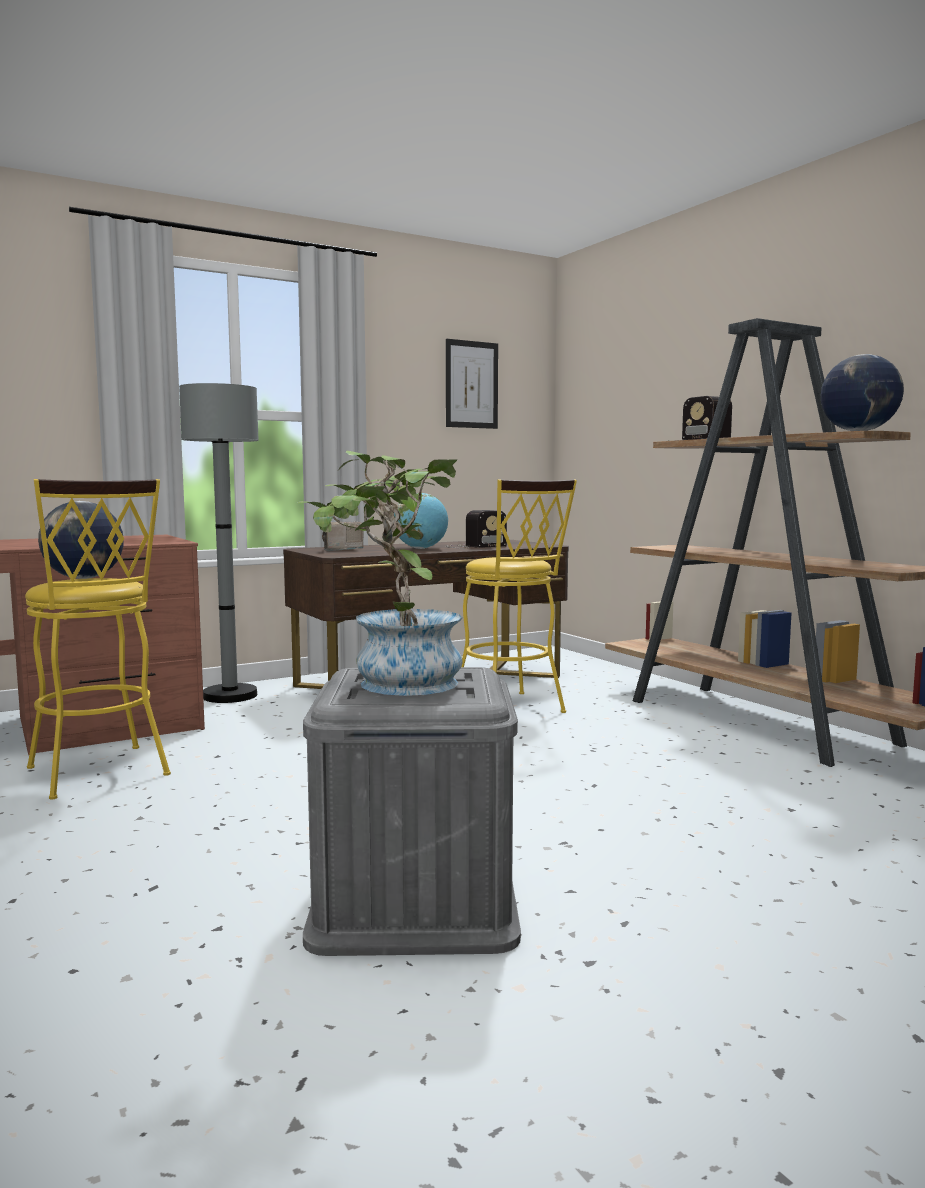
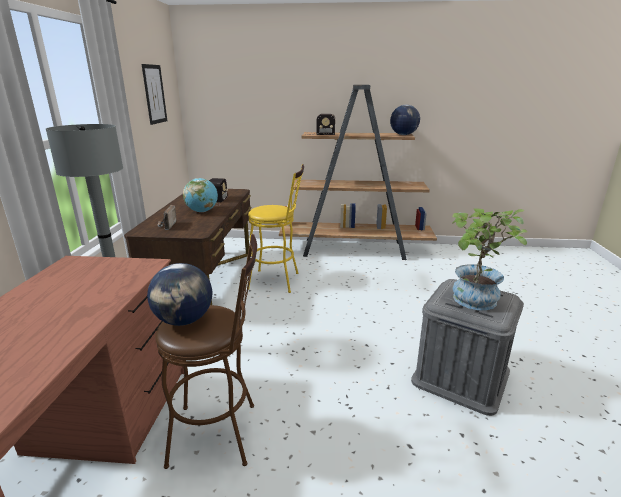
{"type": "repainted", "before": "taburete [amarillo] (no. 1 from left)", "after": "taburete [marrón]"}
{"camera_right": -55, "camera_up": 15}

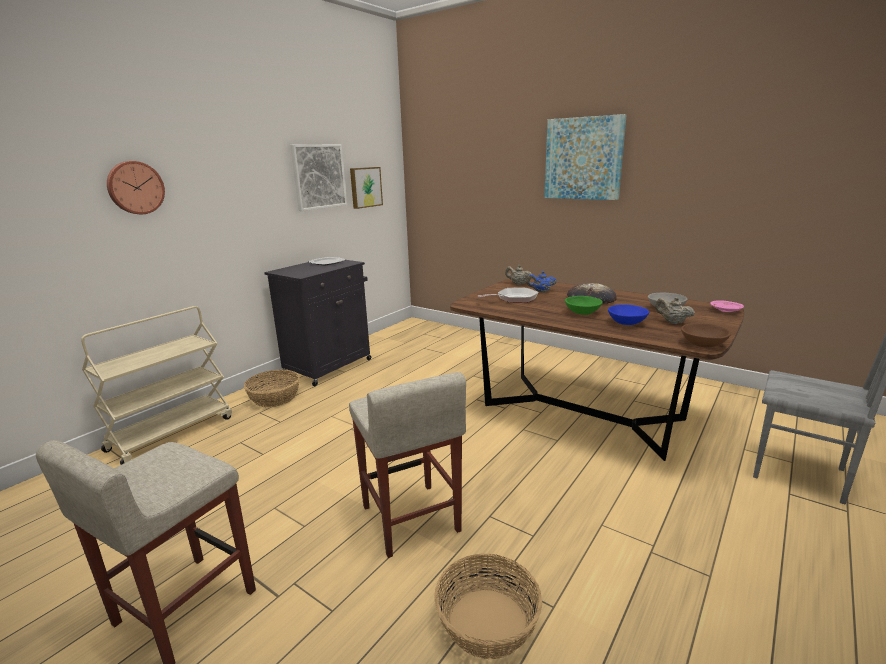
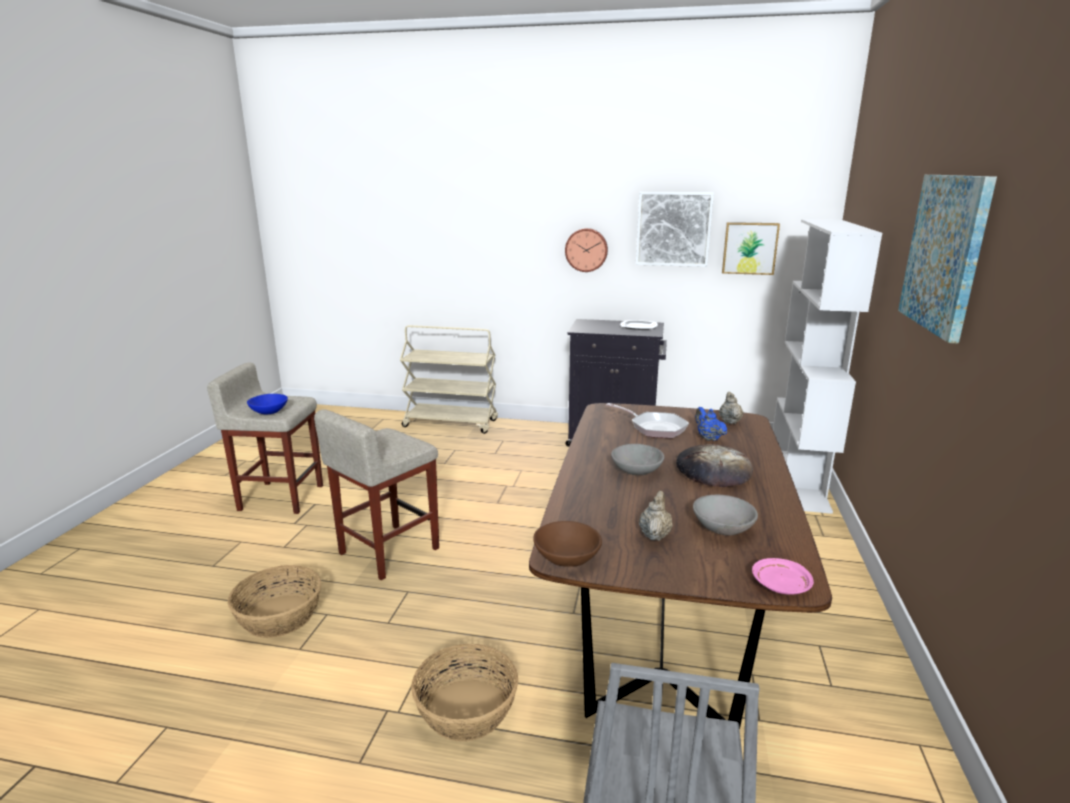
{"type": "shifted", "before": "reloj de pared"}
{"type": "shifted", "before": "cesta (no. 1 from left in the first image)", "after": "cesta (no. 2 from left)"}
{"type": "repainted", "before": "cuenco [verde]", "after": "cuenco [gris] (no. 1 from left)"}
{"type": "shifted", "before": "cuenco [azul]"}
{"type": "new", "after": "estantería [blanco]"}
{"camera_right": 65, "camera_up": 0}

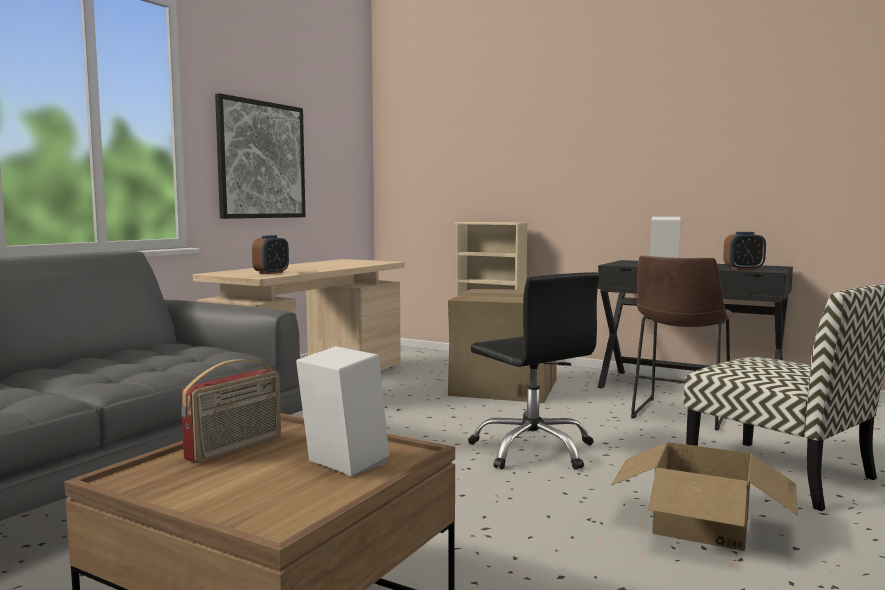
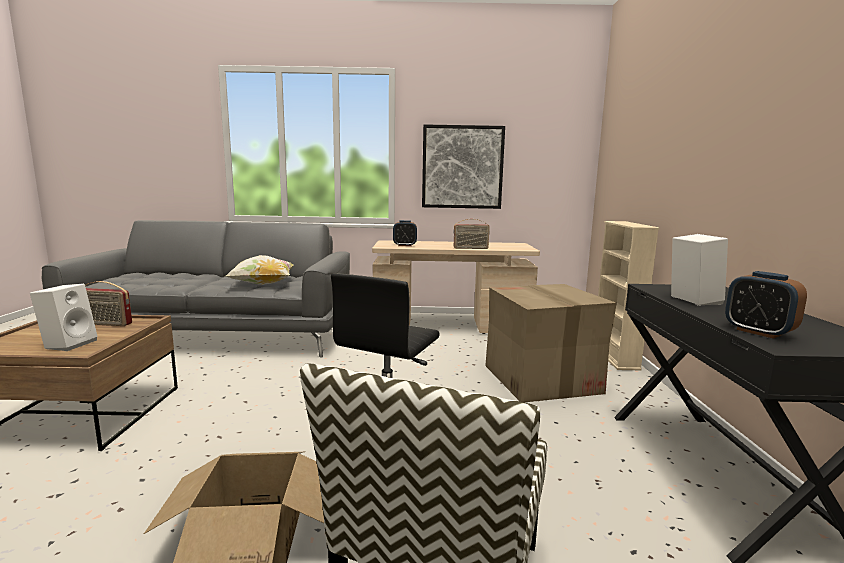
{"type": "gone", "before": "taburete [marrón]"}
{"type": "new", "after": "cojín"}
{"type": "new", "after": "radio (no. 2 from left)"}
{"camera_right": 60, "camera_up": 5}

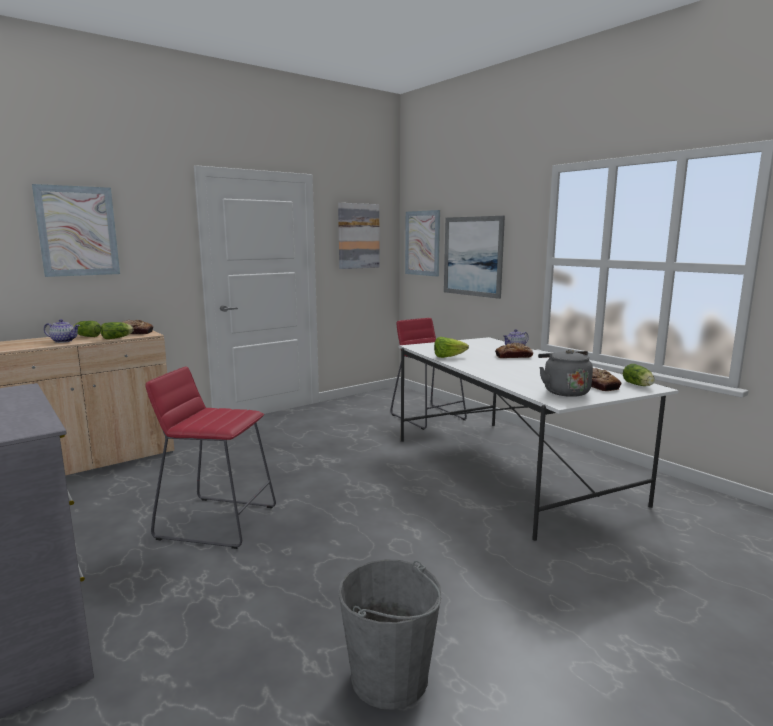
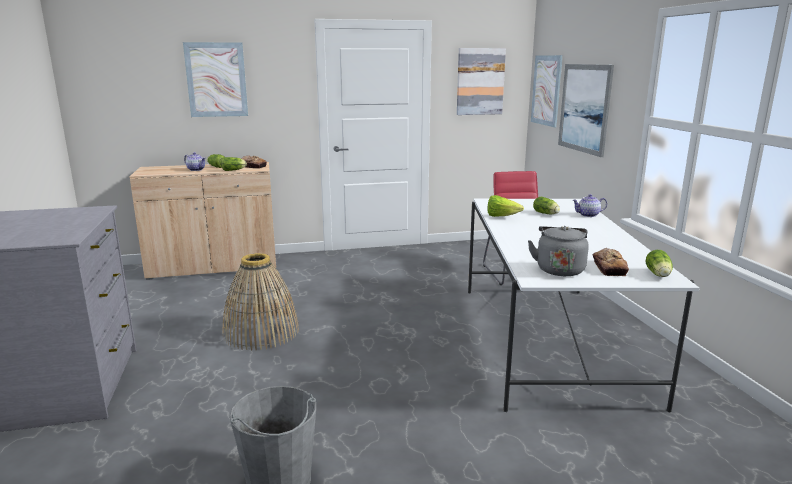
{"type": "swapped", "before": "taburete [rojo] (no. 1 from left)", "after": "cesta"}
{"type": "gone", "before": "pan (no. 2 from left)"}
{"type": "new", "after": "lechuga (no. 4 from left)"}
{"camera_right": 25, "camera_up": 5}

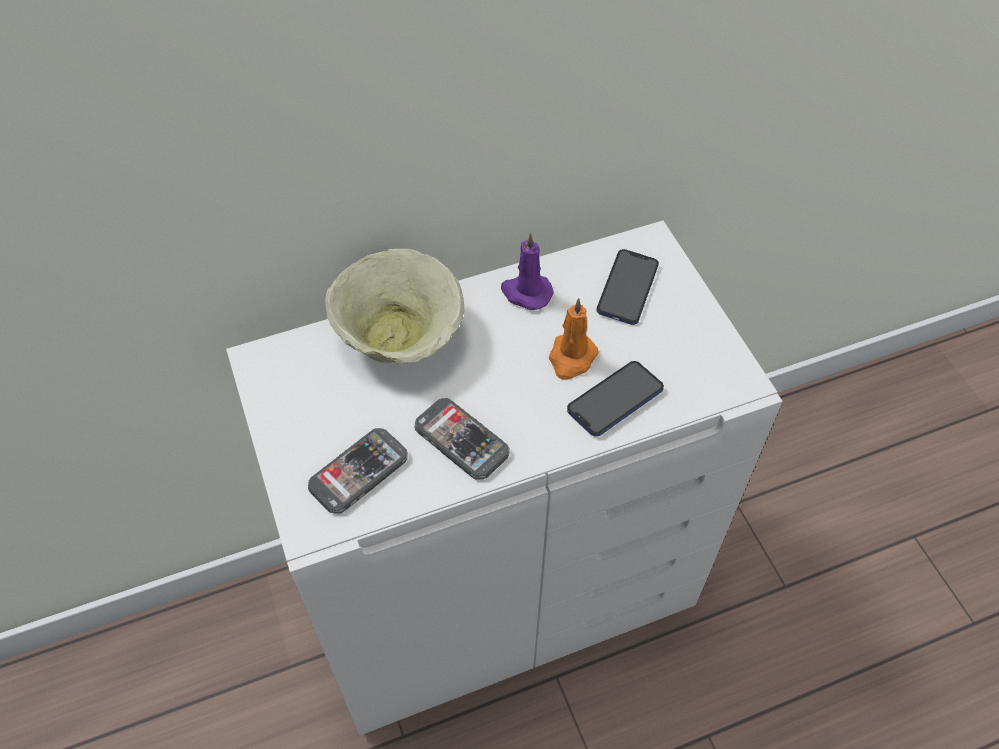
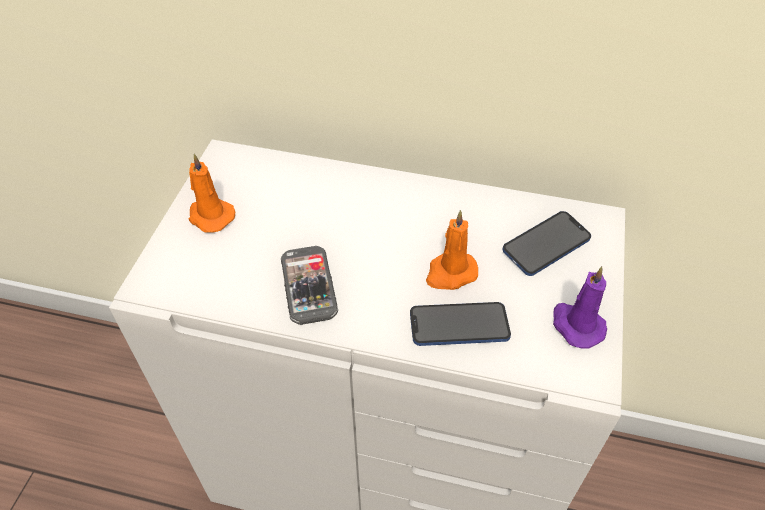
{"type": "gone", "before": "móvil (no. 1 from left)"}
{"type": "gone", "before": "cuenco [beis]"}
{"type": "shifted", "before": "vela [morado]"}
{"type": "new", "after": "vela [naranja] (no. 1 from left)"}
{"camera_right": 35, "camera_up": -5}

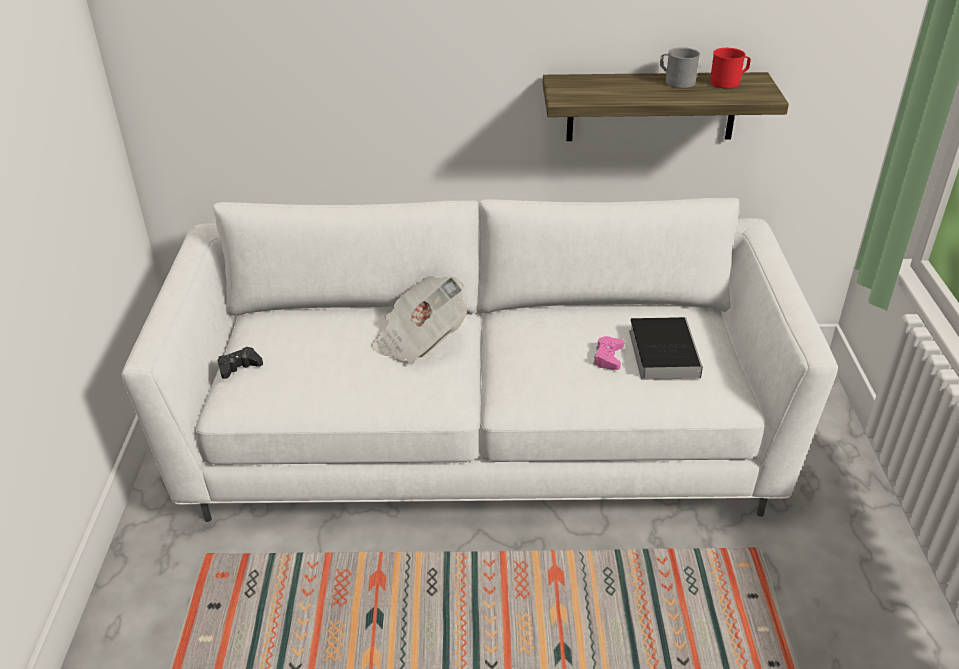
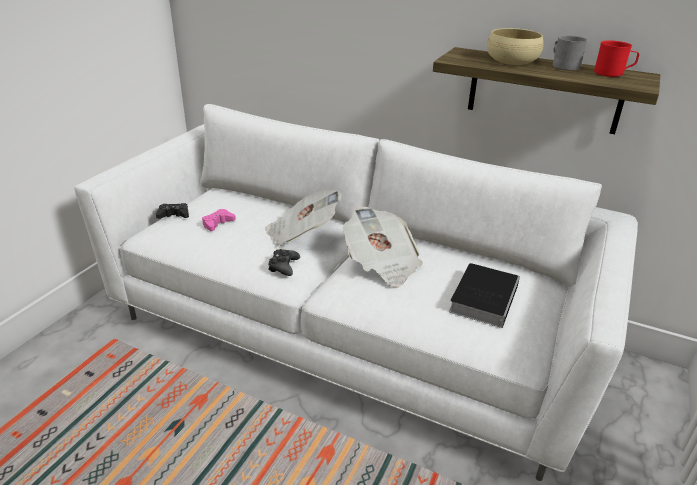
{"type": "shifted", "before": "mando de consola [rosa]"}
{"type": "new", "after": "mando de consola [negro] (no. 2 from left)"}
{"type": "new", "after": "periódico (no. 2 from left)"}
{"type": "new", "after": "cuenco [beis]"}
{"camera_right": 25, "camera_up": -5}

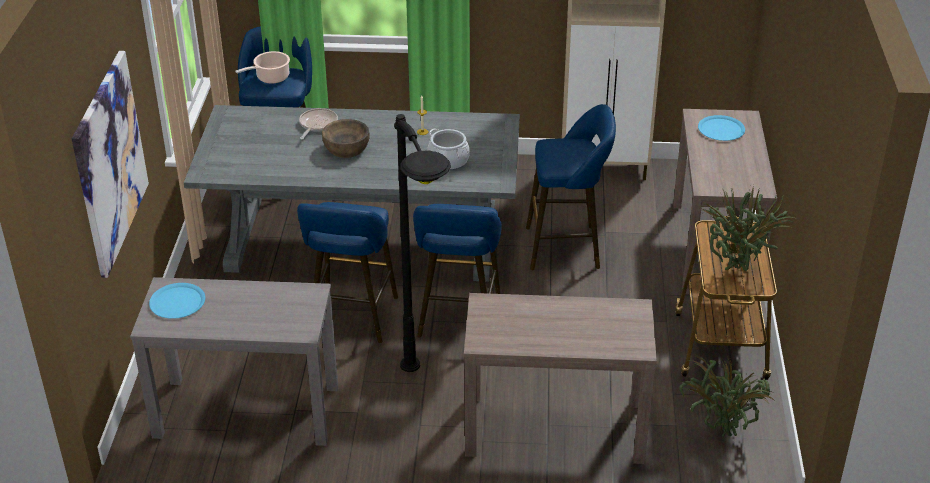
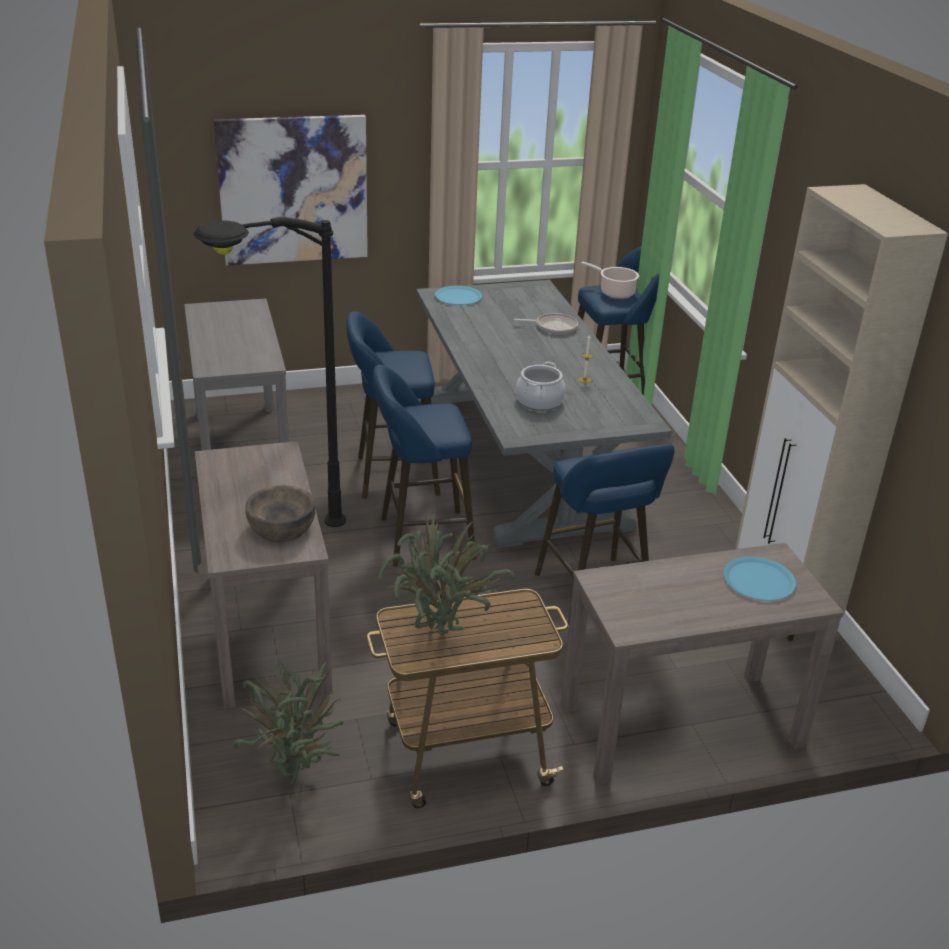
{"type": "shifted", "before": "plato [azul] (no. 1 from left)"}
{"type": "shifted", "before": "cuenco [marrón]"}
{"camera_right": 70, "camera_up": -5}

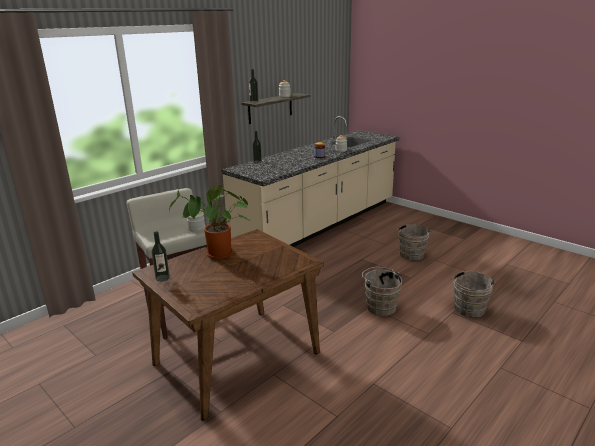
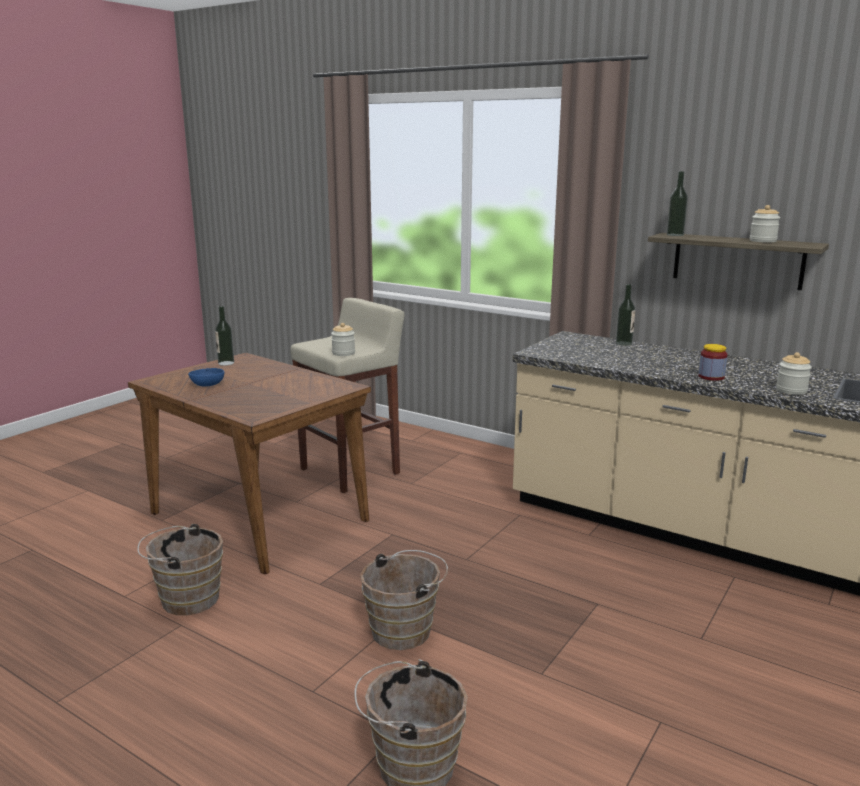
{"type": "gone", "before": "planta en maceta"}
{"type": "shifted", "before": "cubo [marrón] (no. 2 from left in the first image)", "after": "cubo [marrón] (no. 1 from left)"}
{"type": "new", "after": "cuenco [azul]"}
{"camera_right": 80, "camera_up": -5}

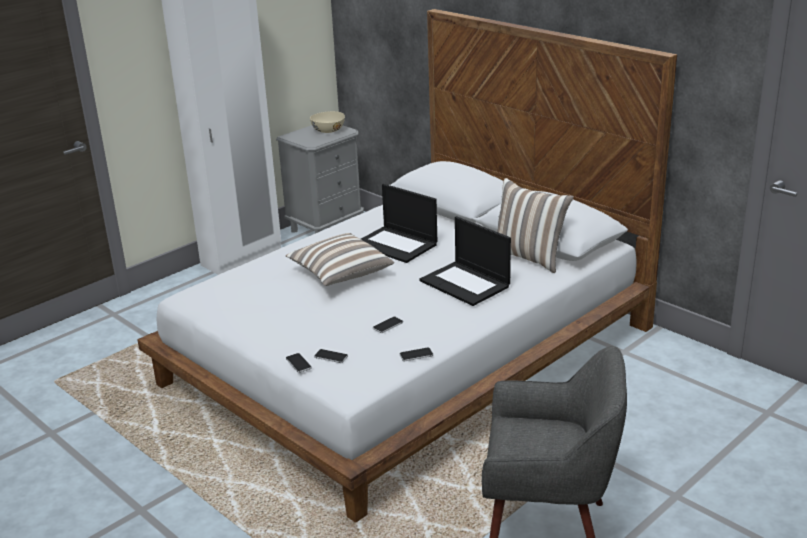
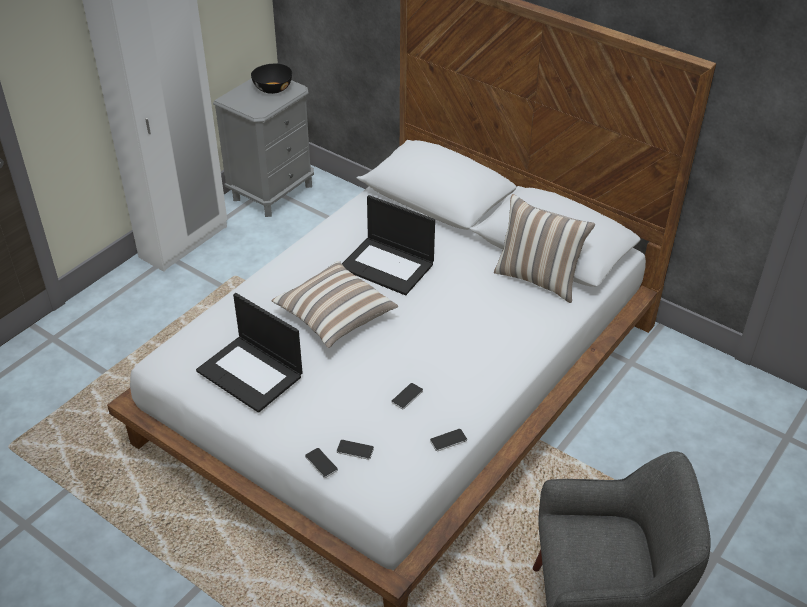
{"type": "repainted", "before": "cuenco [beis]", "after": "cuenco [negro]"}
{"type": "shifted", "before": "portátil (no. 2 from left in the first image)", "after": "portátil (no. 1 from left)"}
{"camera_right": -10, "camera_up": 15}

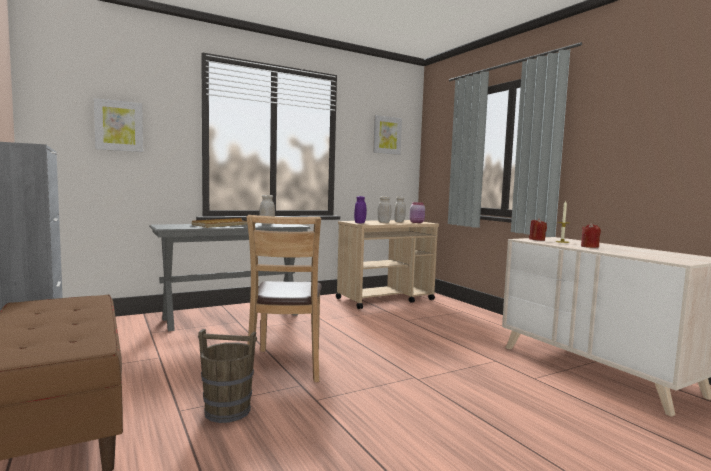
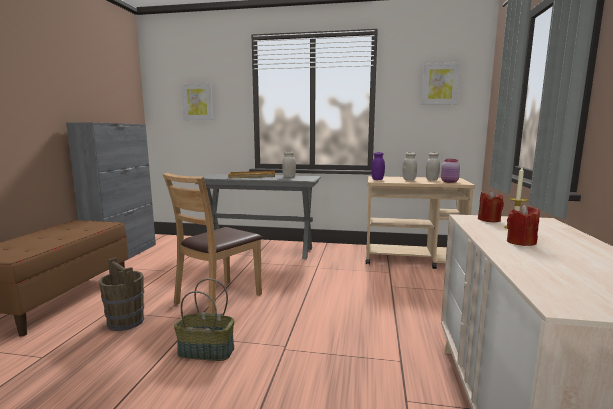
{"type": "new", "after": "cesta"}
{"camera_right": 40, "camera_up": 5}

